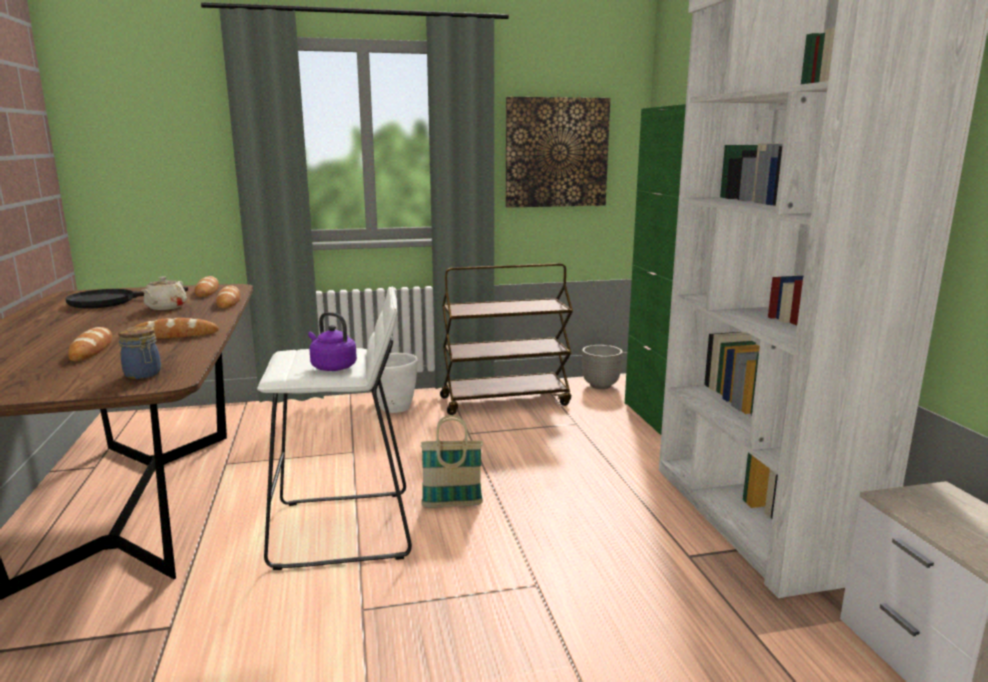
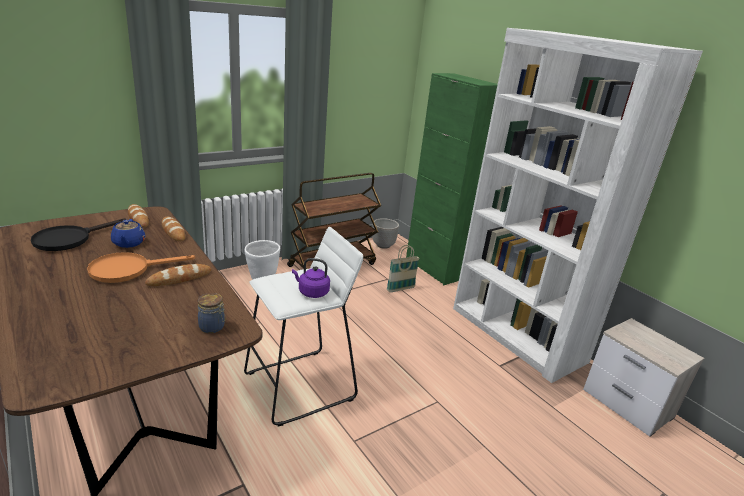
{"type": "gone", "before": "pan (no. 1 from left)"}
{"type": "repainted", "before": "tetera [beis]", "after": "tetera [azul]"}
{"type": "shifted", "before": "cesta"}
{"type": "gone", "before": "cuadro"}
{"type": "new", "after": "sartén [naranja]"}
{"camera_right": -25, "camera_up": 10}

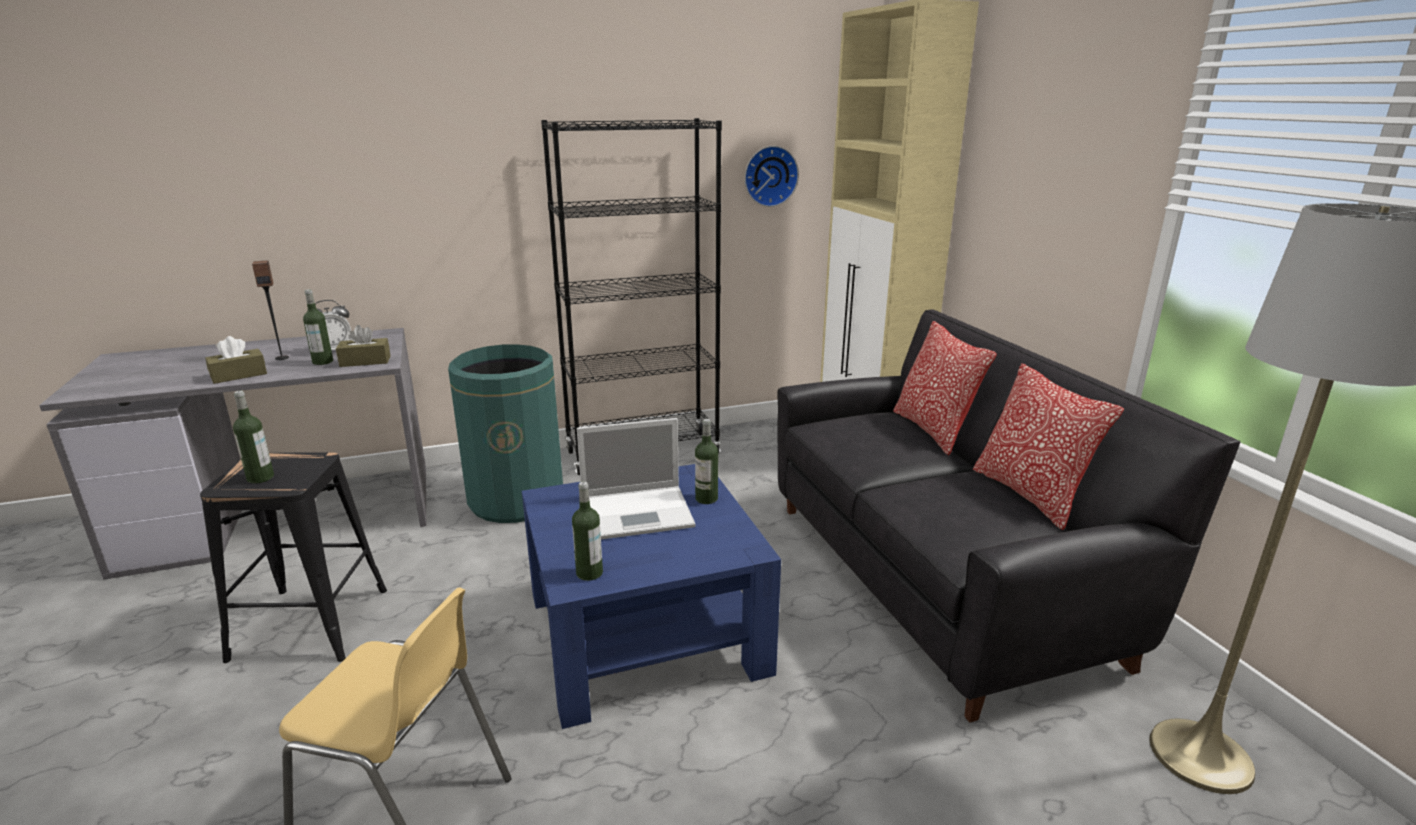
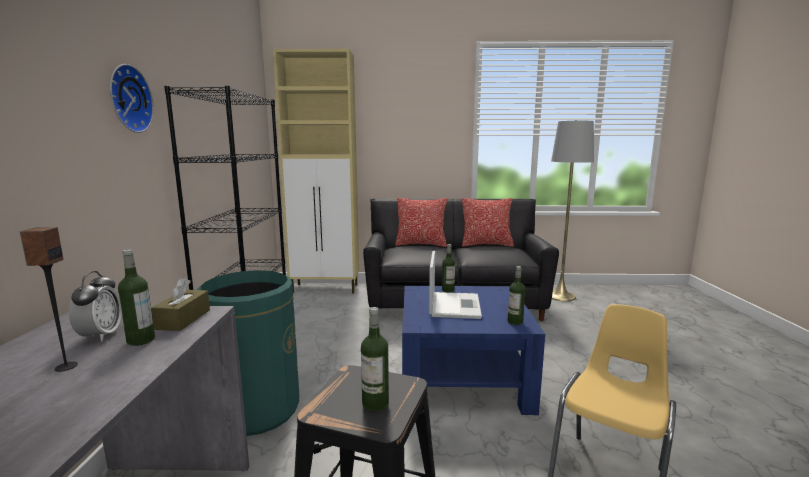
{"type": "gone", "before": "caja de pañuelos [marrón] (no. 1 from left)"}
{"type": "shifted", "before": "reloj de pared"}
{"camera_right": -70, "camera_up": -10}

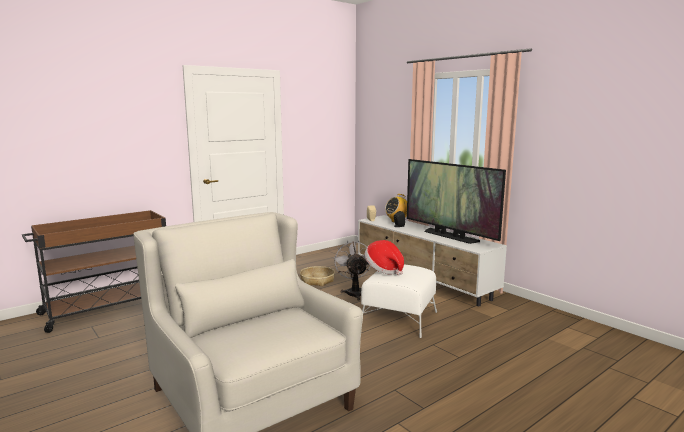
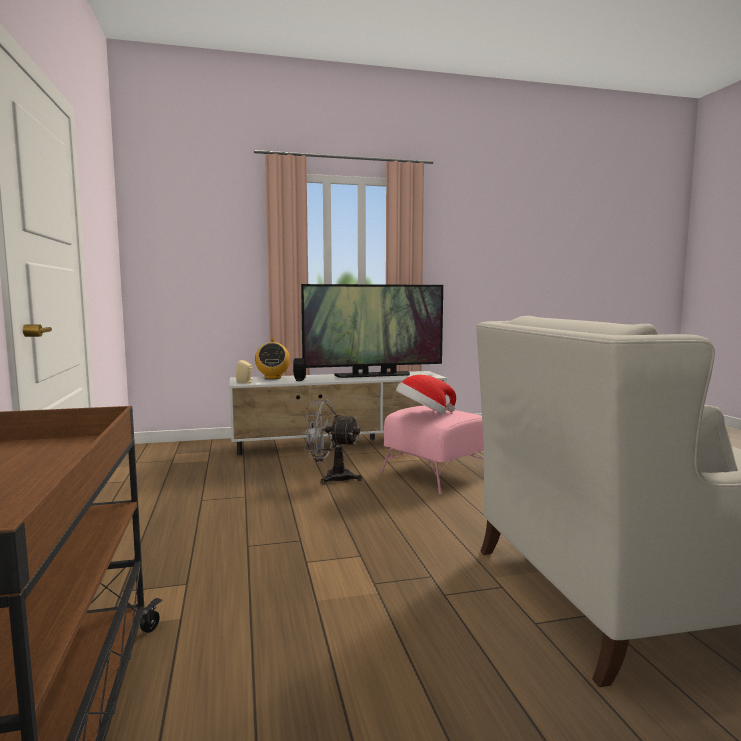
{"type": "gone", "before": "cesta"}
{"type": "repainted", "before": "puf [blanco]", "after": "puf [rosa]"}
{"camera_right": -65, "camera_up": -5}

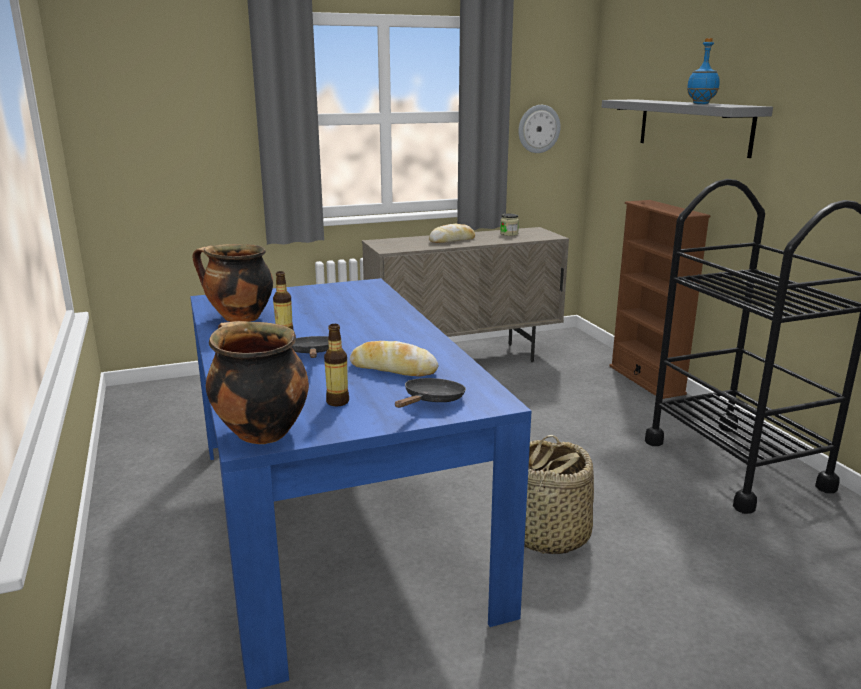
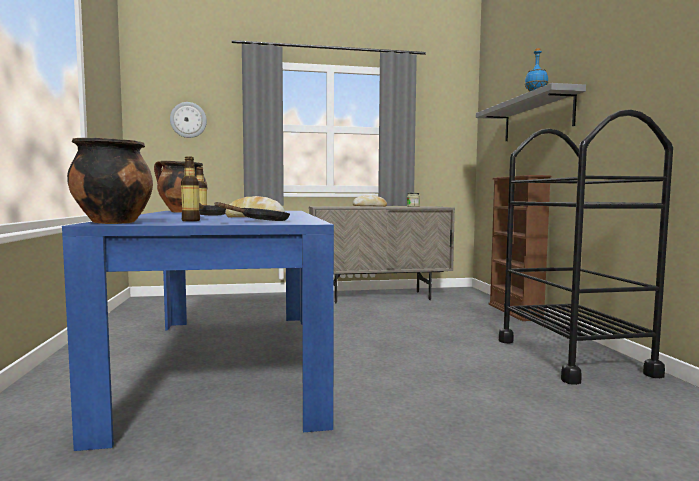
{"type": "shifted", "before": "reloj de pared"}
{"type": "gone", "before": "cesta"}
{"camera_right": 10, "camera_up": -15}

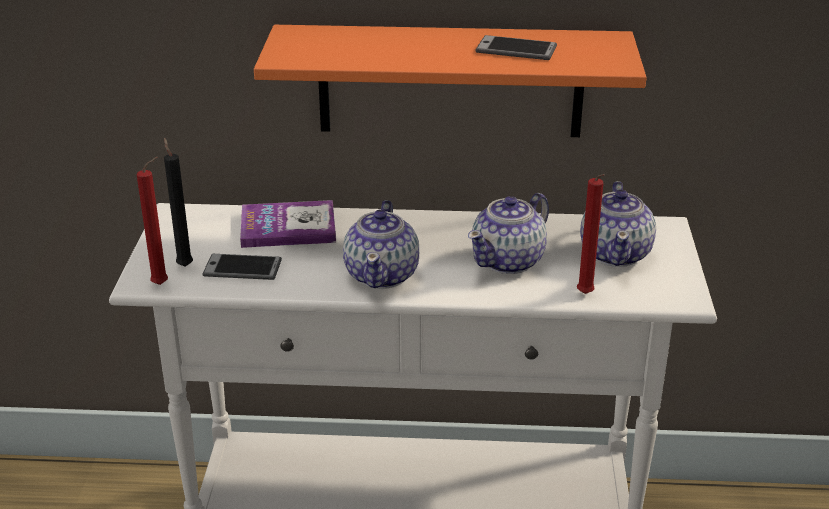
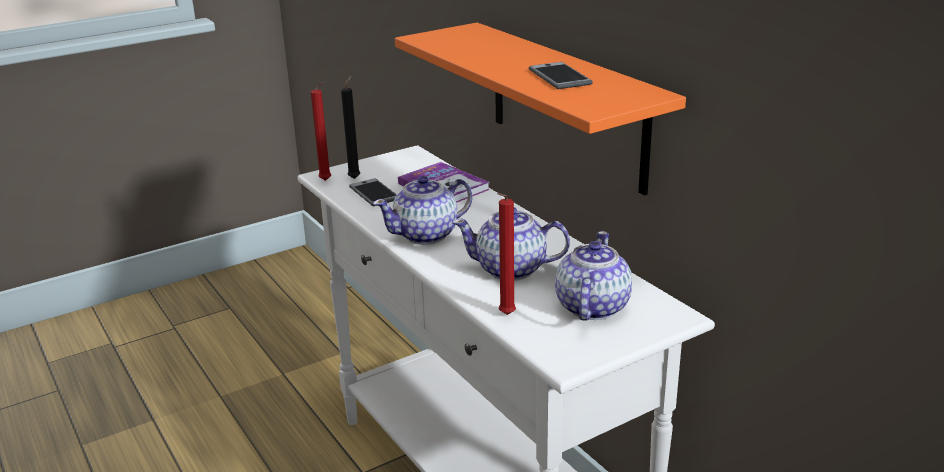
{"type": "rotated", "before": "tetera (no. 3 from left)", "turn": 135}
{"camera_right": 55, "camera_up": -5}

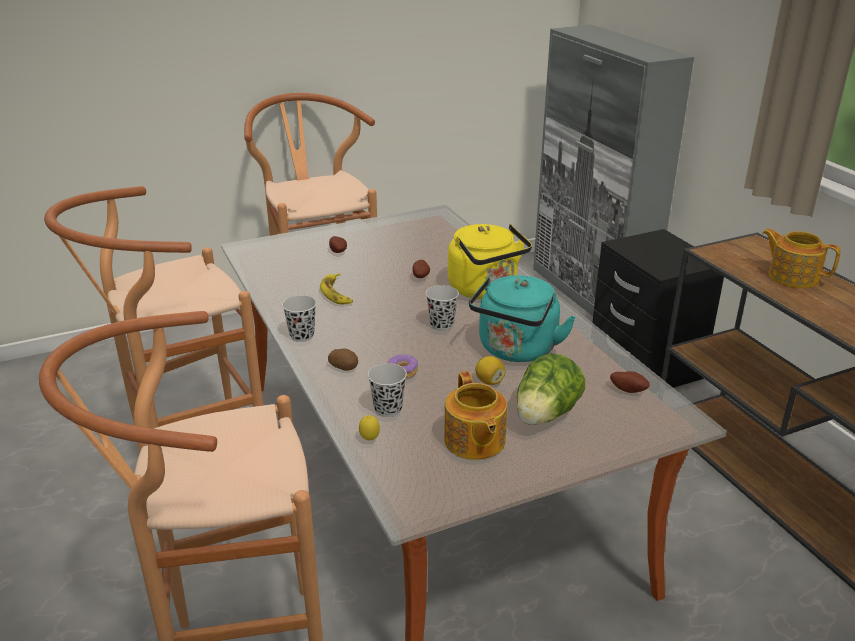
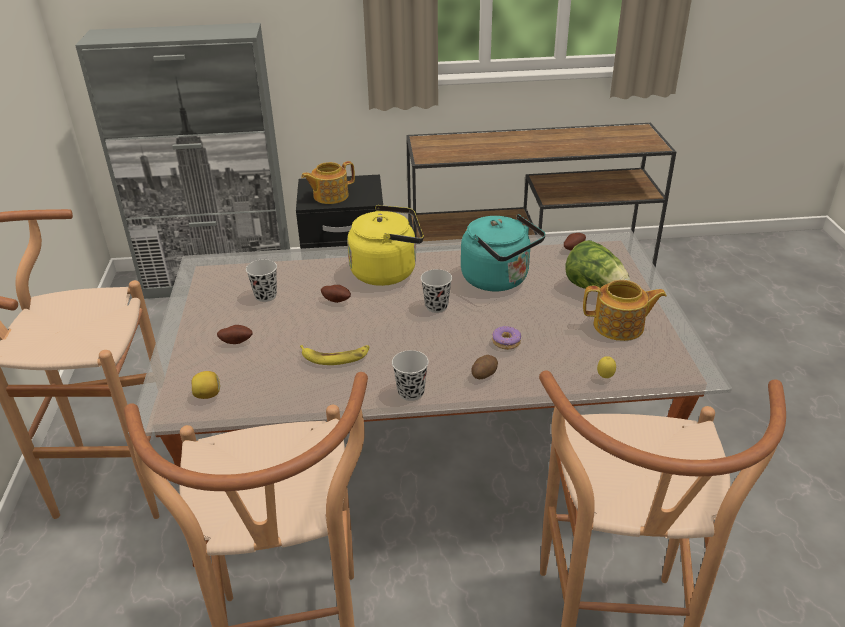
{"type": "shifted", "before": "taza [negro] (no. 2 from left in the first image)", "after": "taza [negro] (no. 1 from left)"}
{"type": "shifted", "before": "limón (no. 2 from left in the first image)", "after": "limón (no. 1 from left)"}
{"type": "shifted", "before": "tetera (no. 2 from left in the first image)", "after": "tetera (no. 1 from left)"}
{"camera_right": -70, "camera_up": 5}

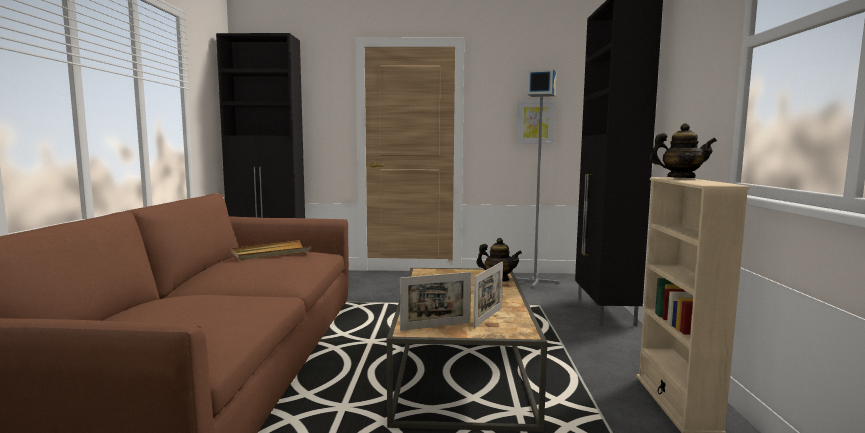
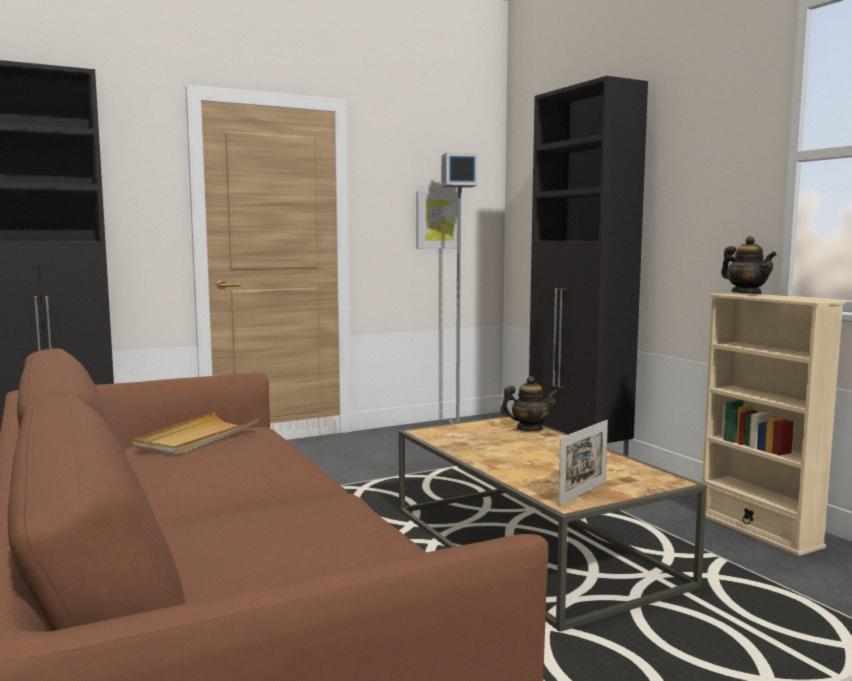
{"type": "gone", "before": "portarretratos (no. 2 from left)"}
{"type": "rotated", "before": "tetera (no. 2 from left)", "turn": 75}
{"camera_right": -30, "camera_up": 0}

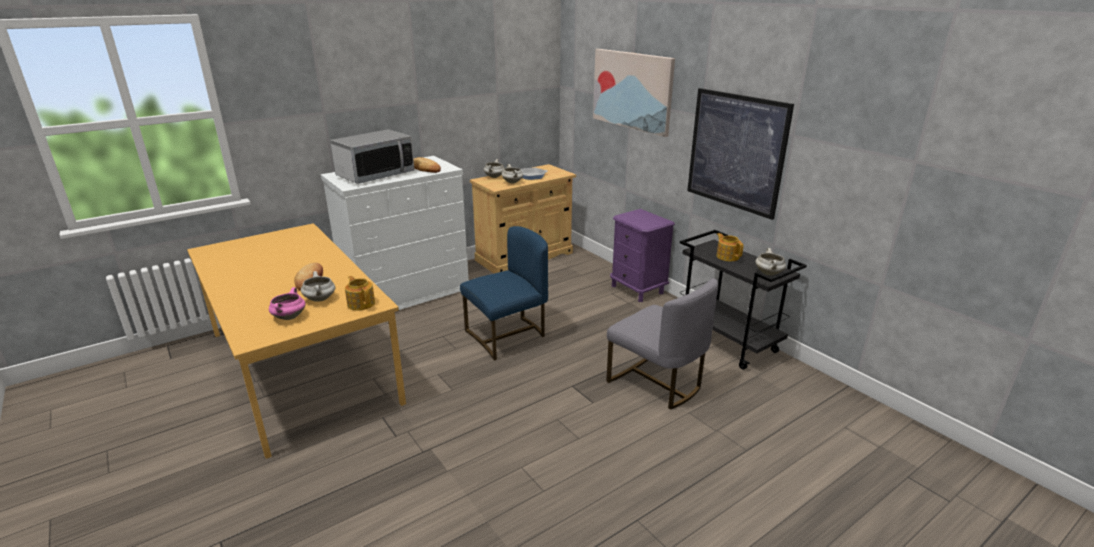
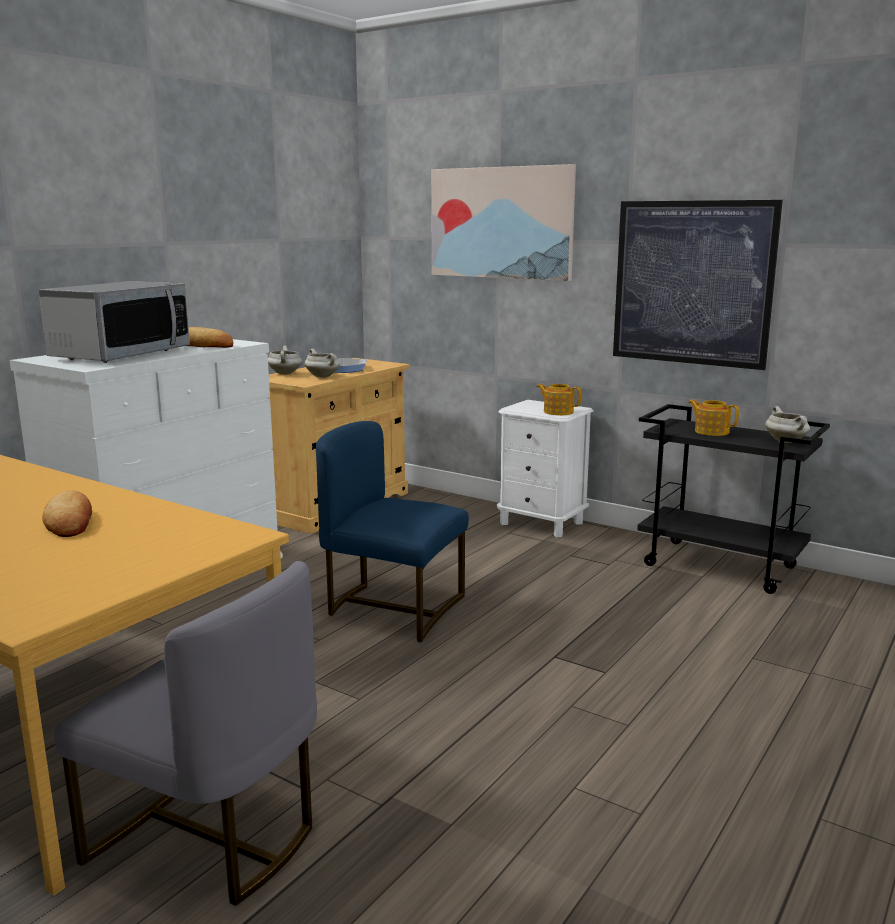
{"type": "gone", "before": "olla [rosa]"}
{"type": "gone", "before": "olla [blanco] (no. 1 from left)"}
{"type": "shifted", "before": "tetera (no. 1 from left)"}
{"type": "rotated", "before": "silla [azul]", "turn": -105}
{"type": "shifted", "before": "silla [gris]"}
{"type": "repainted", "before": "mesita de noche [morado]", "after": "mesita de noche [blanco]"}
{"camera_right": -20, "camera_up": -10}

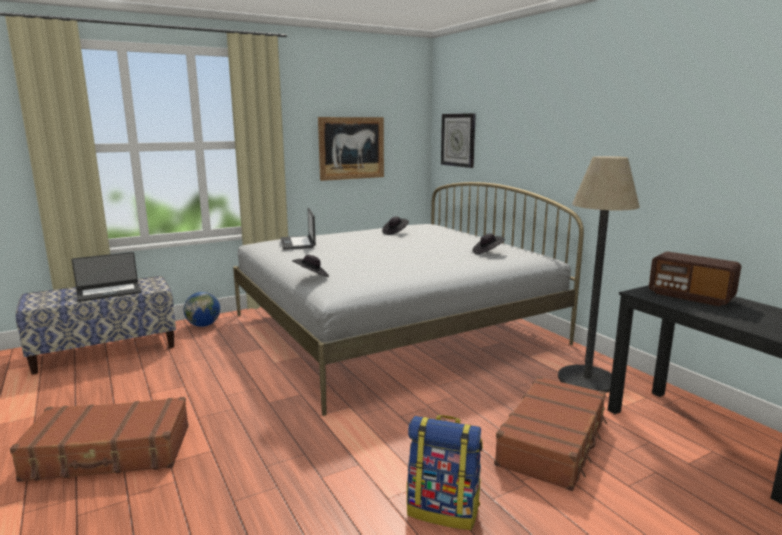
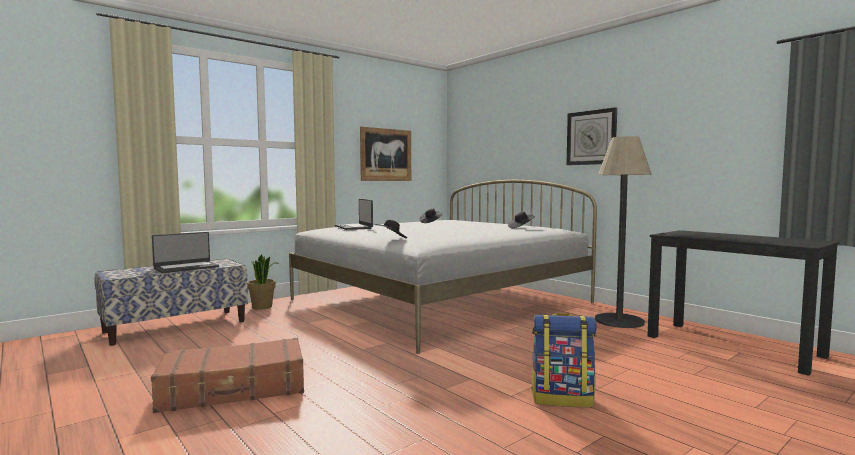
{"type": "swapped", "before": "globo terráqueo", "after": "planta en maceta"}
{"type": "shifted", "before": "reloj de pared"}
{"type": "gone", "before": "maleta [marrón] (no. 2 from left)"}
{"type": "gone", "before": "radio"}
{"camera_right": -10, "camera_up": -10}

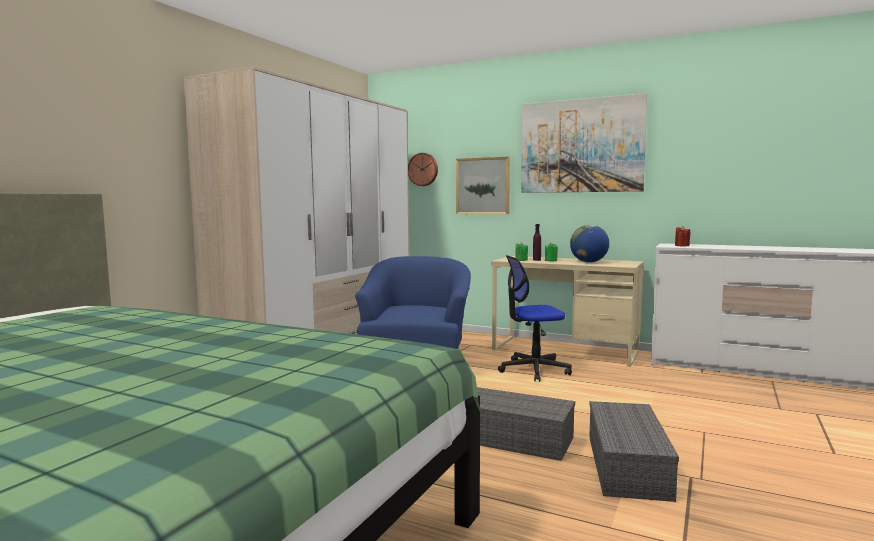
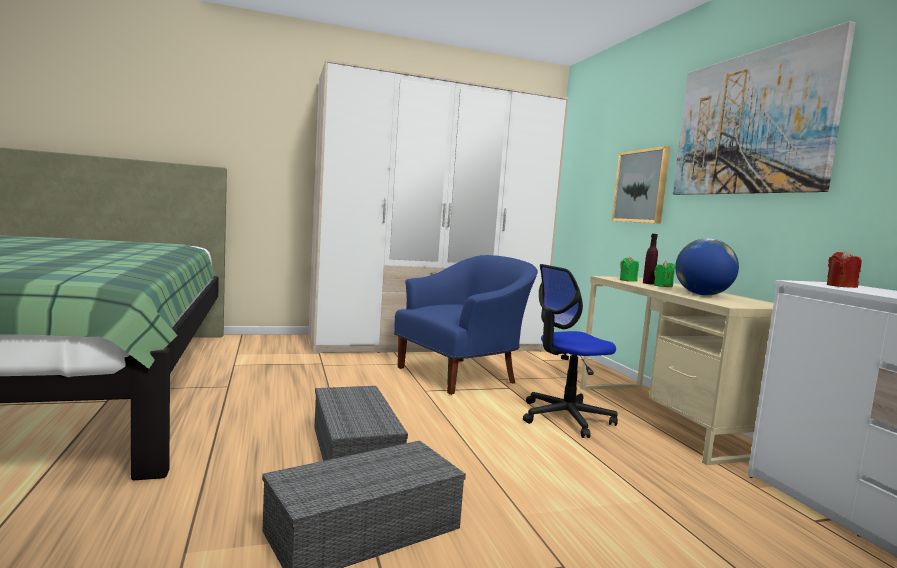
{"type": "gone", "before": "reloj de pared"}
{"type": "rotated", "before": "silla de oficina", "turn": -60}
{"camera_right": 45, "camera_up": 0}

